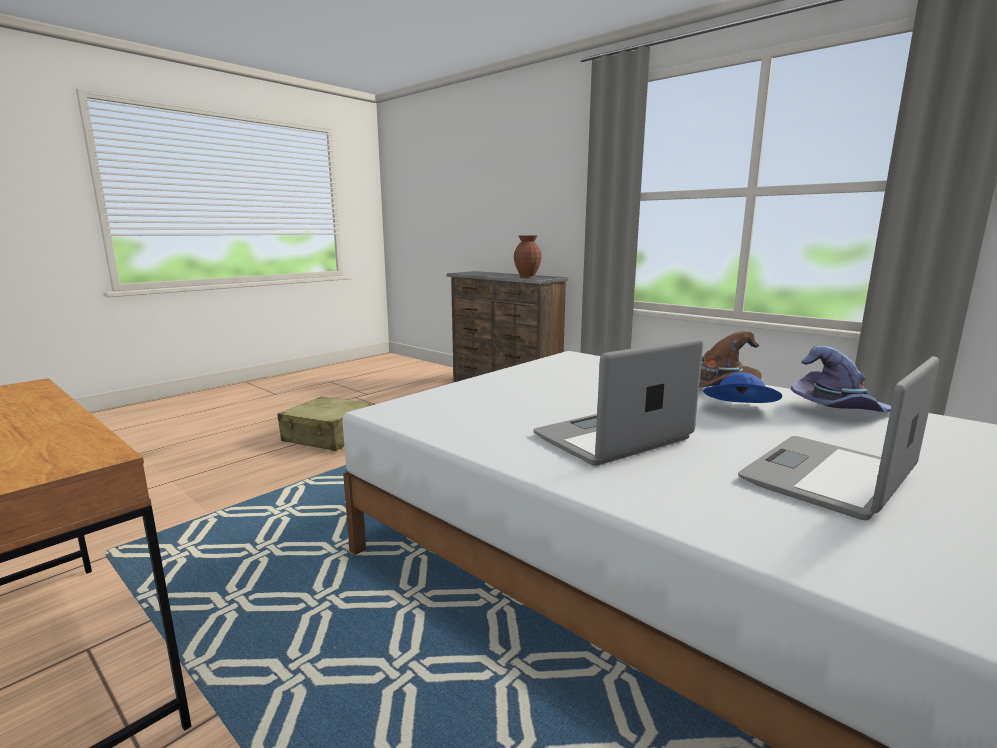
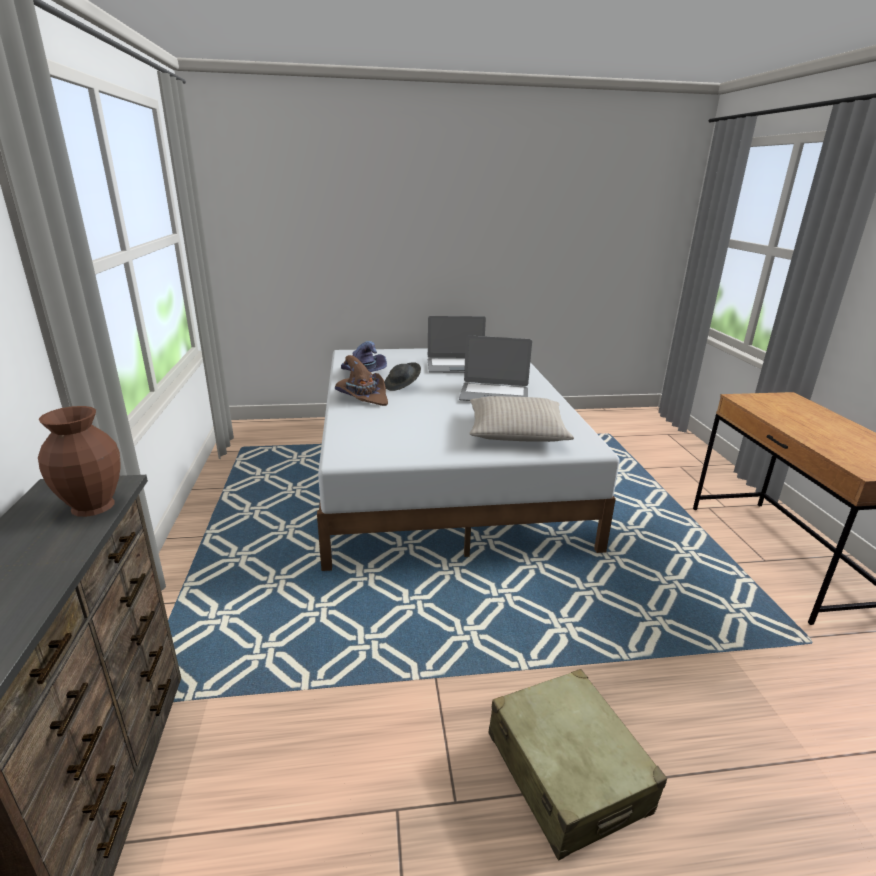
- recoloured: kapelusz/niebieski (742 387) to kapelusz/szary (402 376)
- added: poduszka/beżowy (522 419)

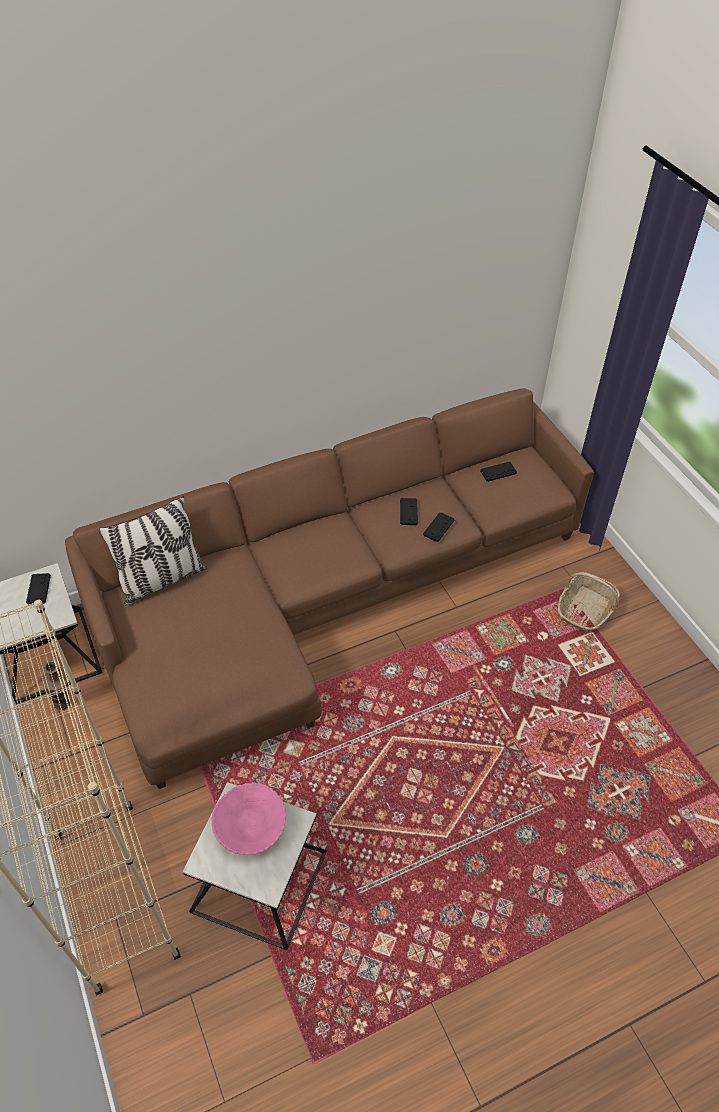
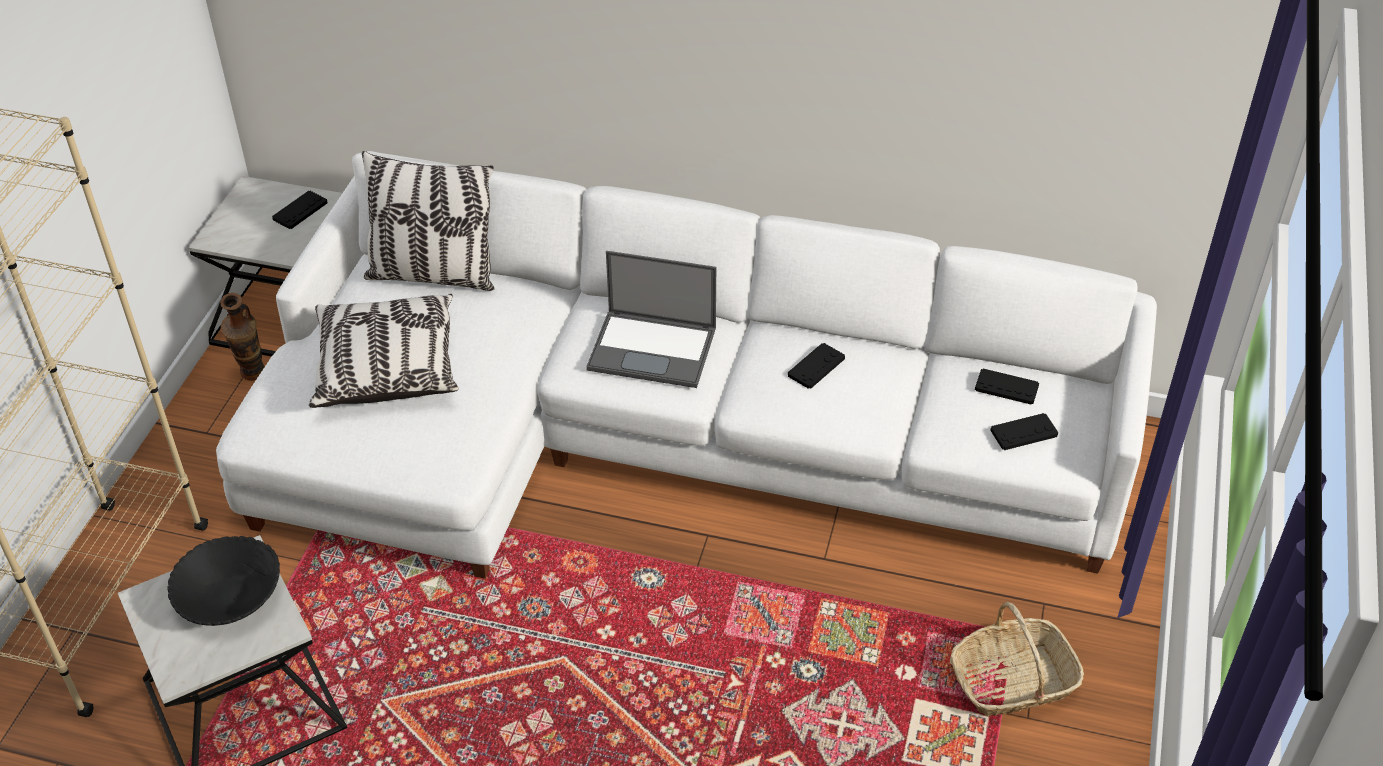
- recoloured: kanapa/brązowy (329 588) to kanapa/biały (686 365)
- moved: pad do gier/czarny (438 527) to (1024 431)
- recoloured: miska/różowy (248 818) to miska/czarny (223 581)
- added: laptop (651 319)
- added: poduszka (383 351)

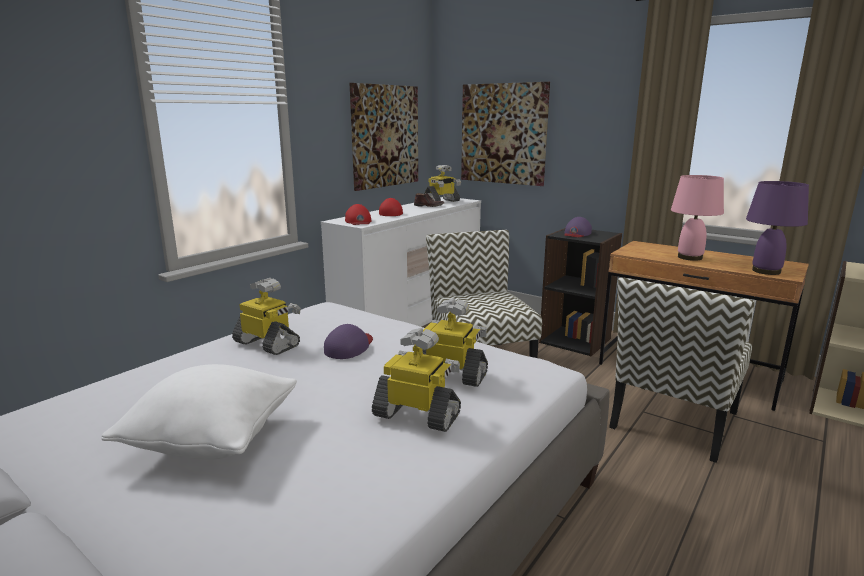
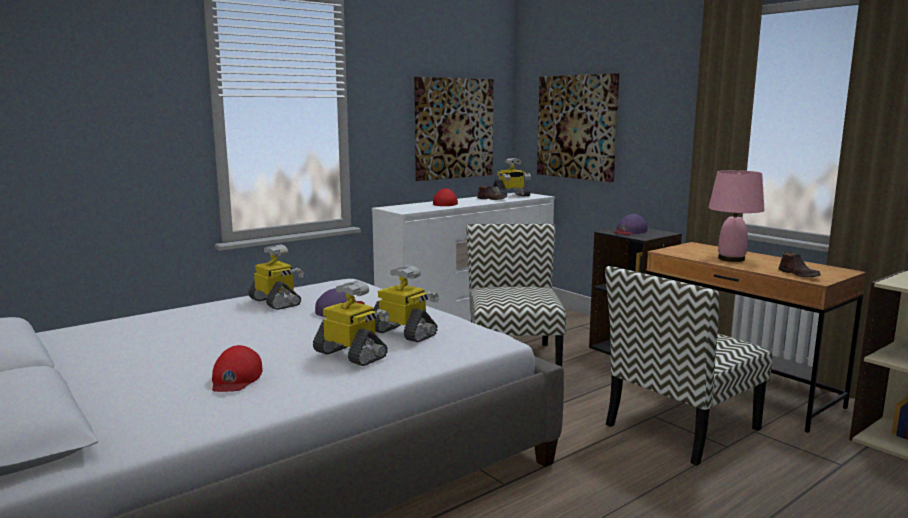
- replaced: lampa stołowa/fioletowy (777 228) to but/brązowy (800 264)
- moved: czapka z daszkiem/czerwony (358 214) to (237 368)
- removed: poduszka/biały (199 412)

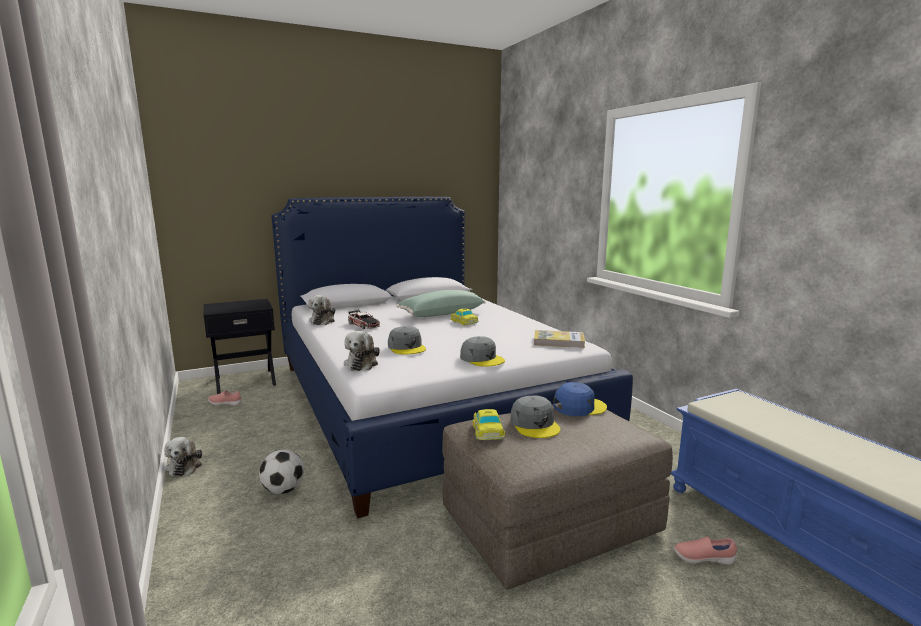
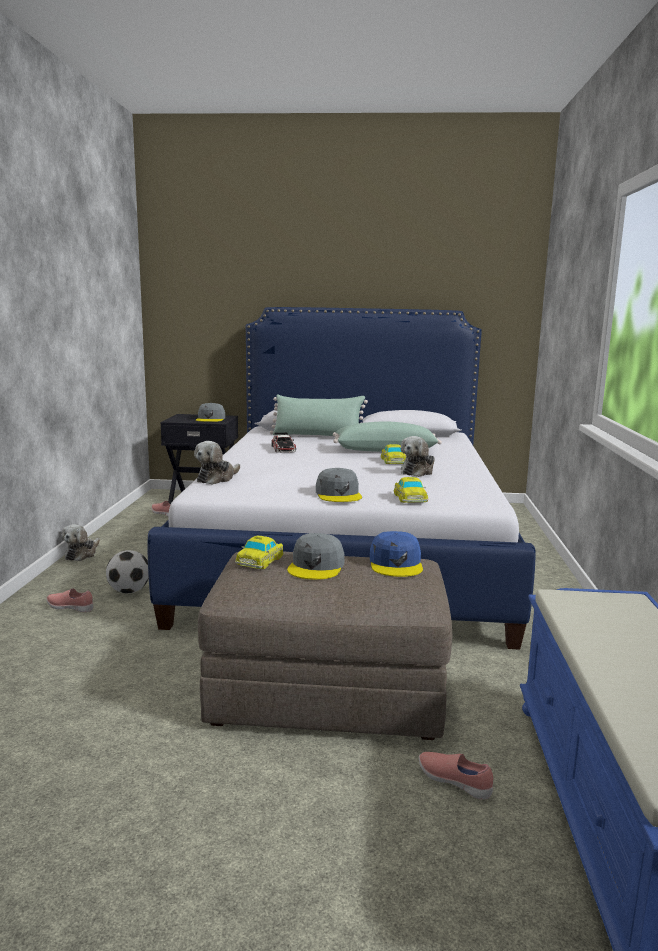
- moved: pluszak (321 310) to (418 456)
- moved: czapka z daszkiem/szary (407 340) to (210 412)
- removed: książka (559 339)
- turned: czapka z daszkiem/niebieski (580 399) = (396 554) 75 degrees clockwise
- added: poduszka/zielony (319 415)
- added: samochodzik (410 490)
- added: but/różowy (70 600)

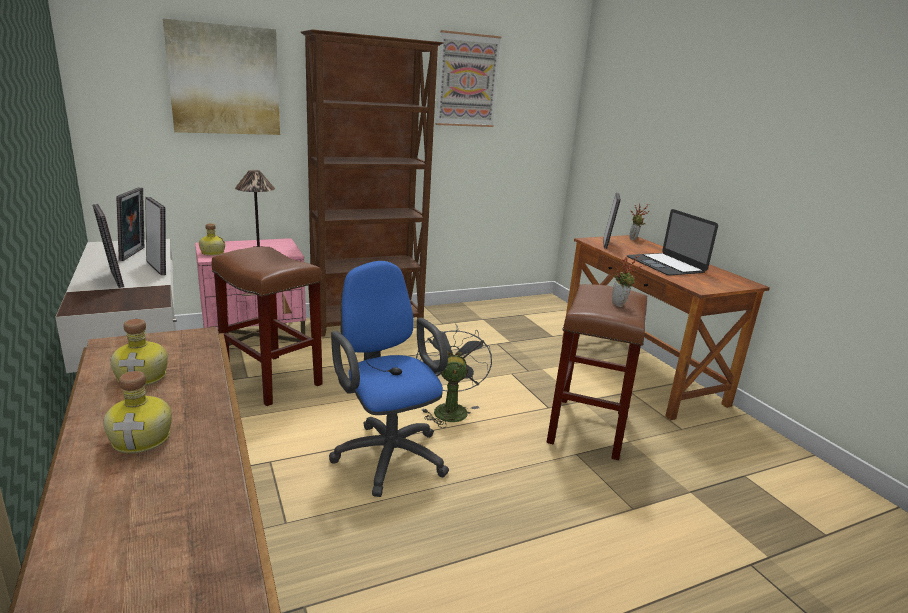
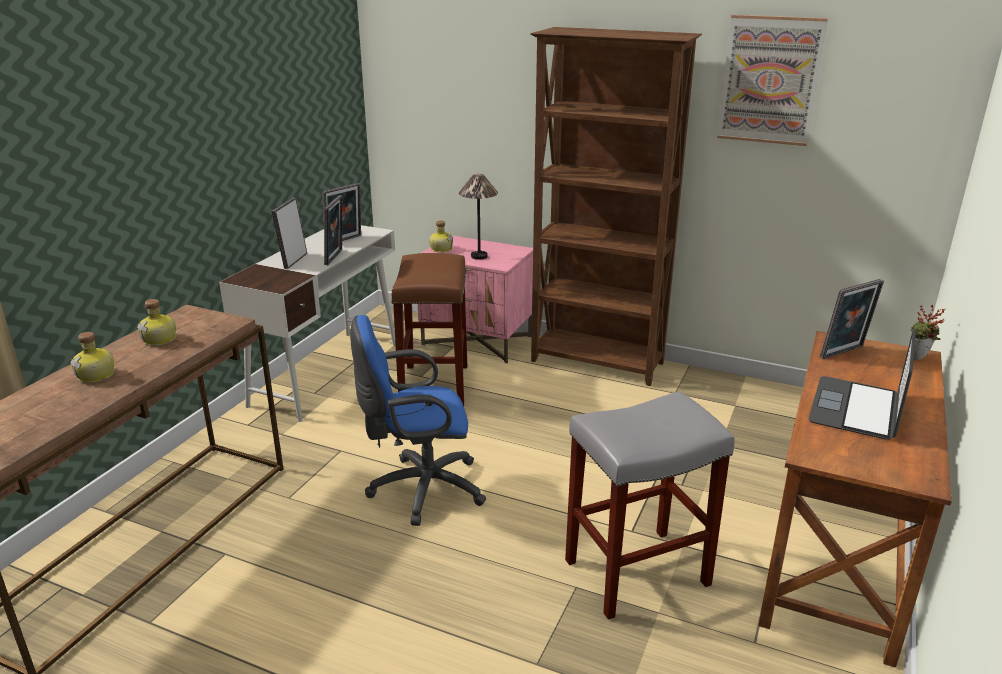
- removed: obraz (221 76)
- removed: roślina doniczkowa (626 281)
- turned: krzesło biurowe/niebieski (389 379) = (418 420) 120 degrees counterclockwise
- recoloured: stołek/brązowy (596 372) to stołek/szary (650 505)
- removed: wentylator/szary (454 375)

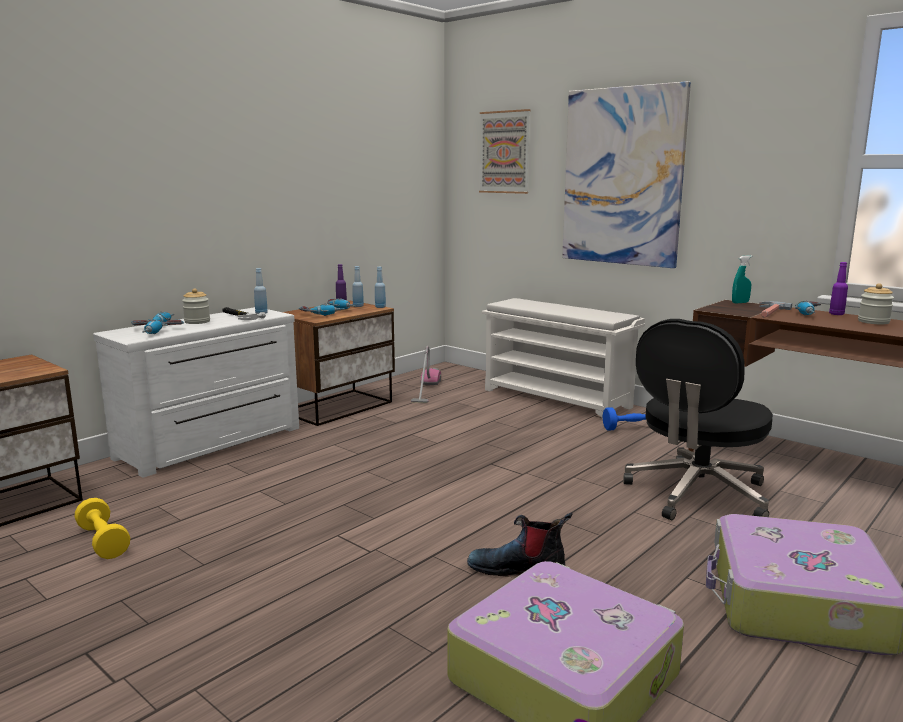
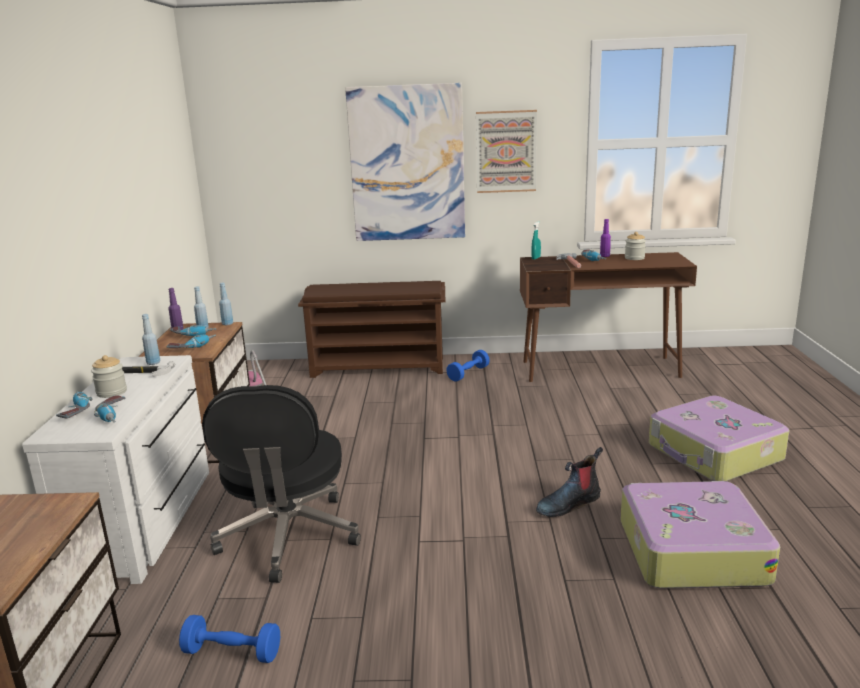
- moved: obraz (505 151) to (506 151)
- recoloured: regał na buty/biały (563 359) to regał na buty/brązowy (371 329)
- moved: krzesło biurowe/czarny (698 419) to (281 484)
- recoloured: hantel/żółty (102 528) to hantel/niebieski (229 639)

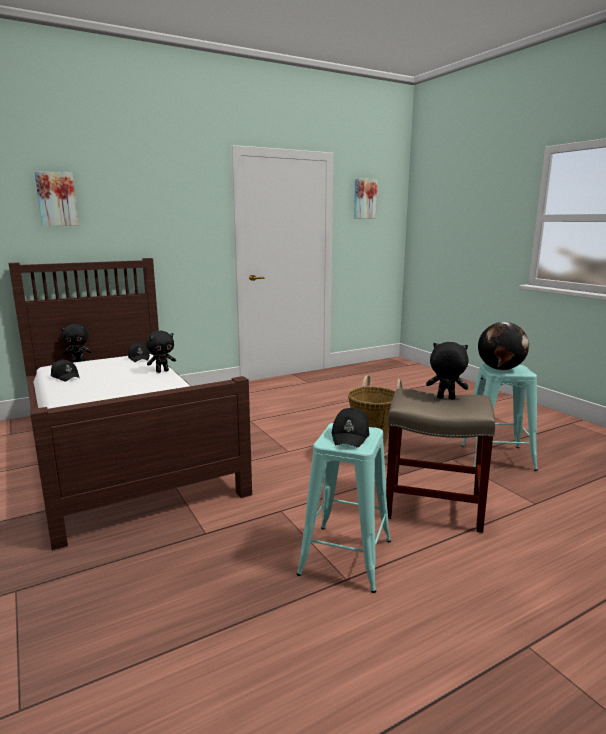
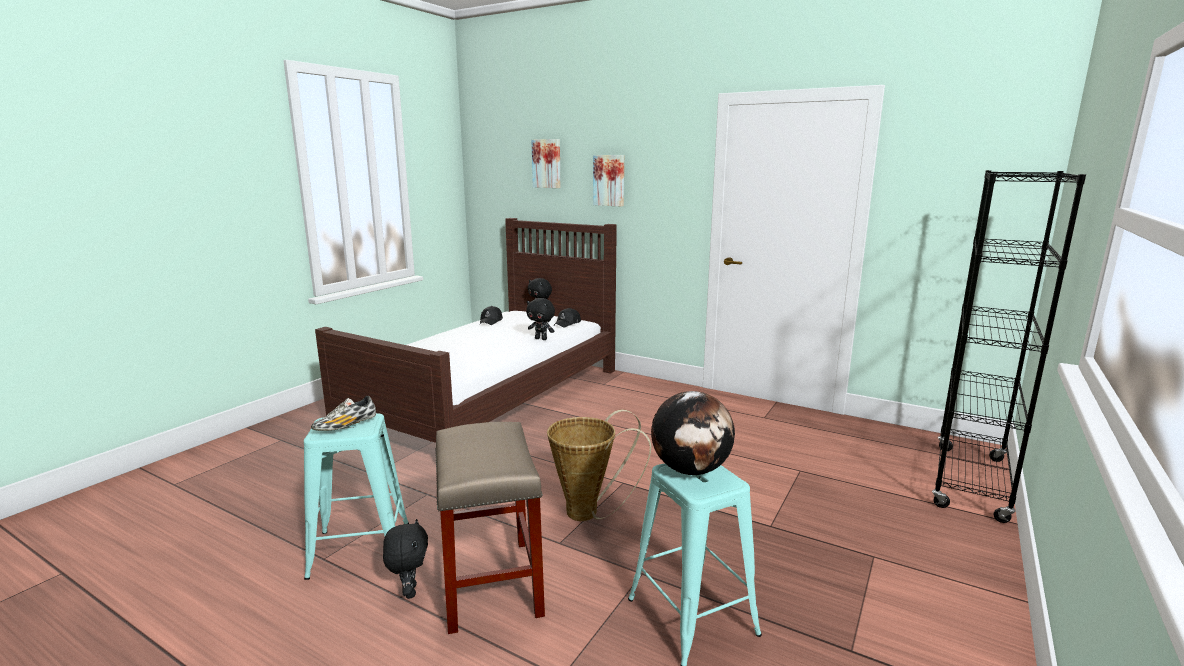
- moved: obraz (366 198) to (608 181)
- moved: pluszak/czarny (447 371) to (405 559)
- replaced: czapka z daszkiem/czarny (350 428) to but (343 413)
- added: regał/czarny (1009 346)

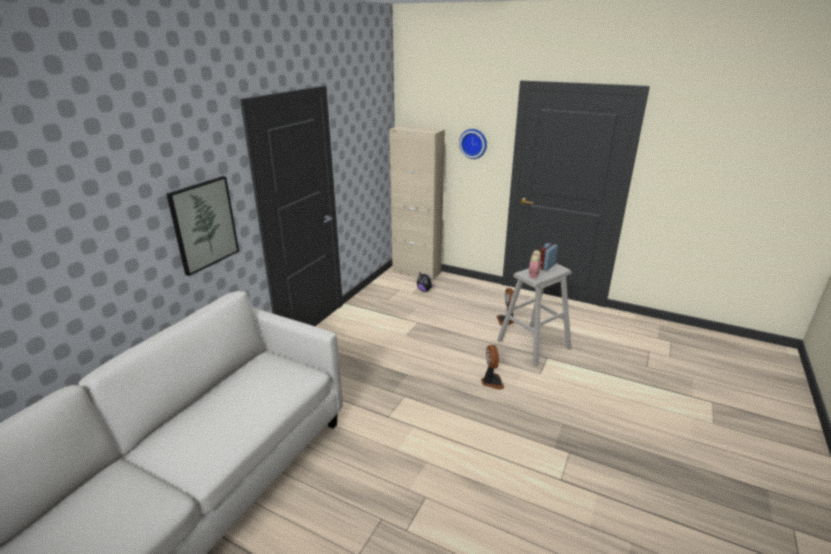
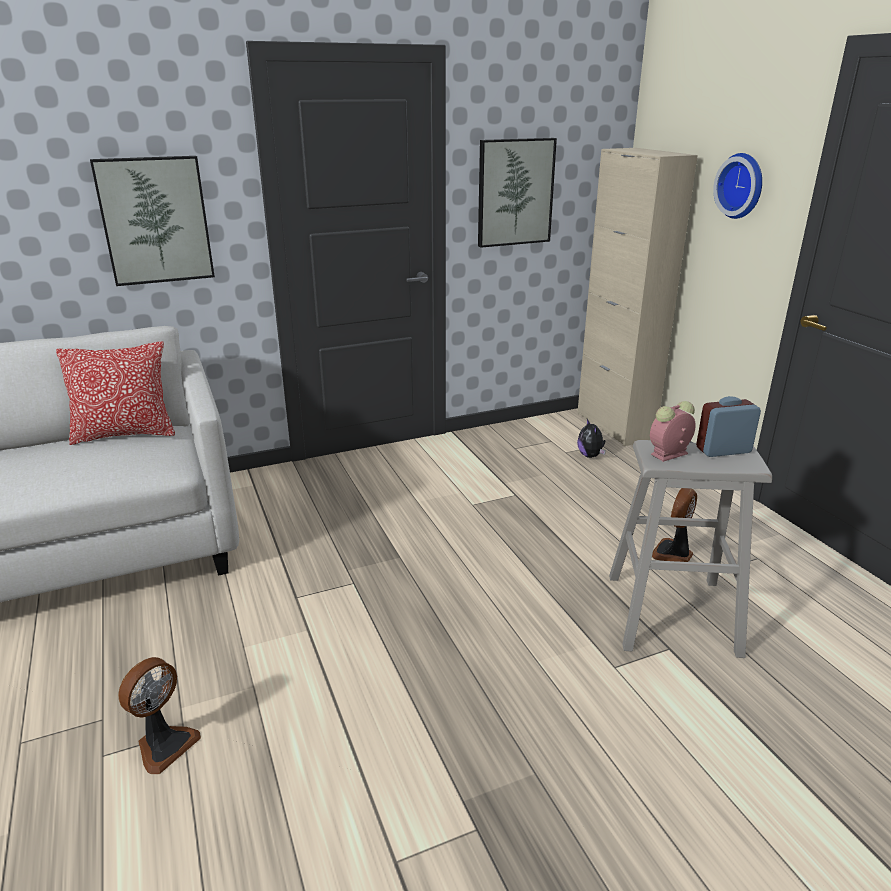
- moved: wentylator (493 367) to (159 715)
- added: obraz (517 193)
- added: poduszka (115 393)

